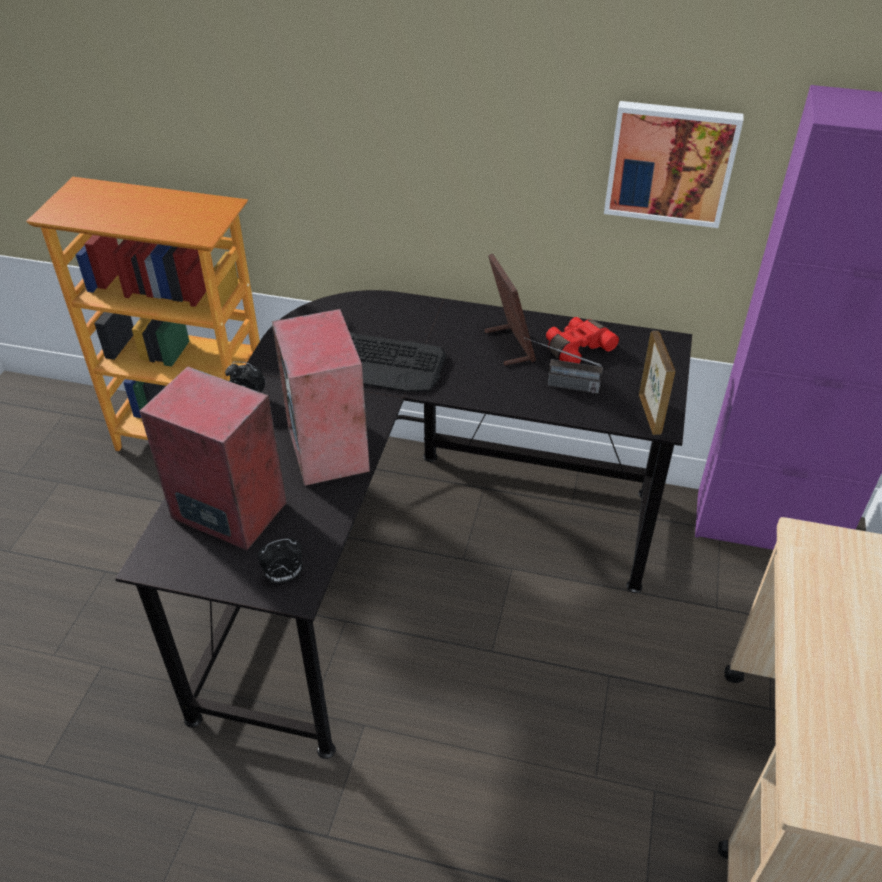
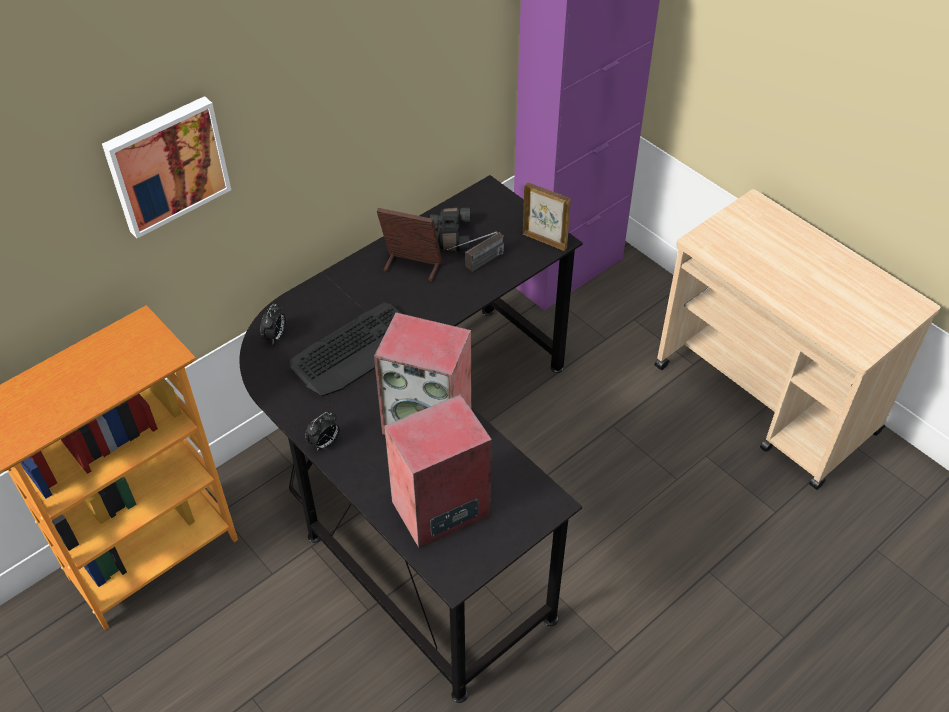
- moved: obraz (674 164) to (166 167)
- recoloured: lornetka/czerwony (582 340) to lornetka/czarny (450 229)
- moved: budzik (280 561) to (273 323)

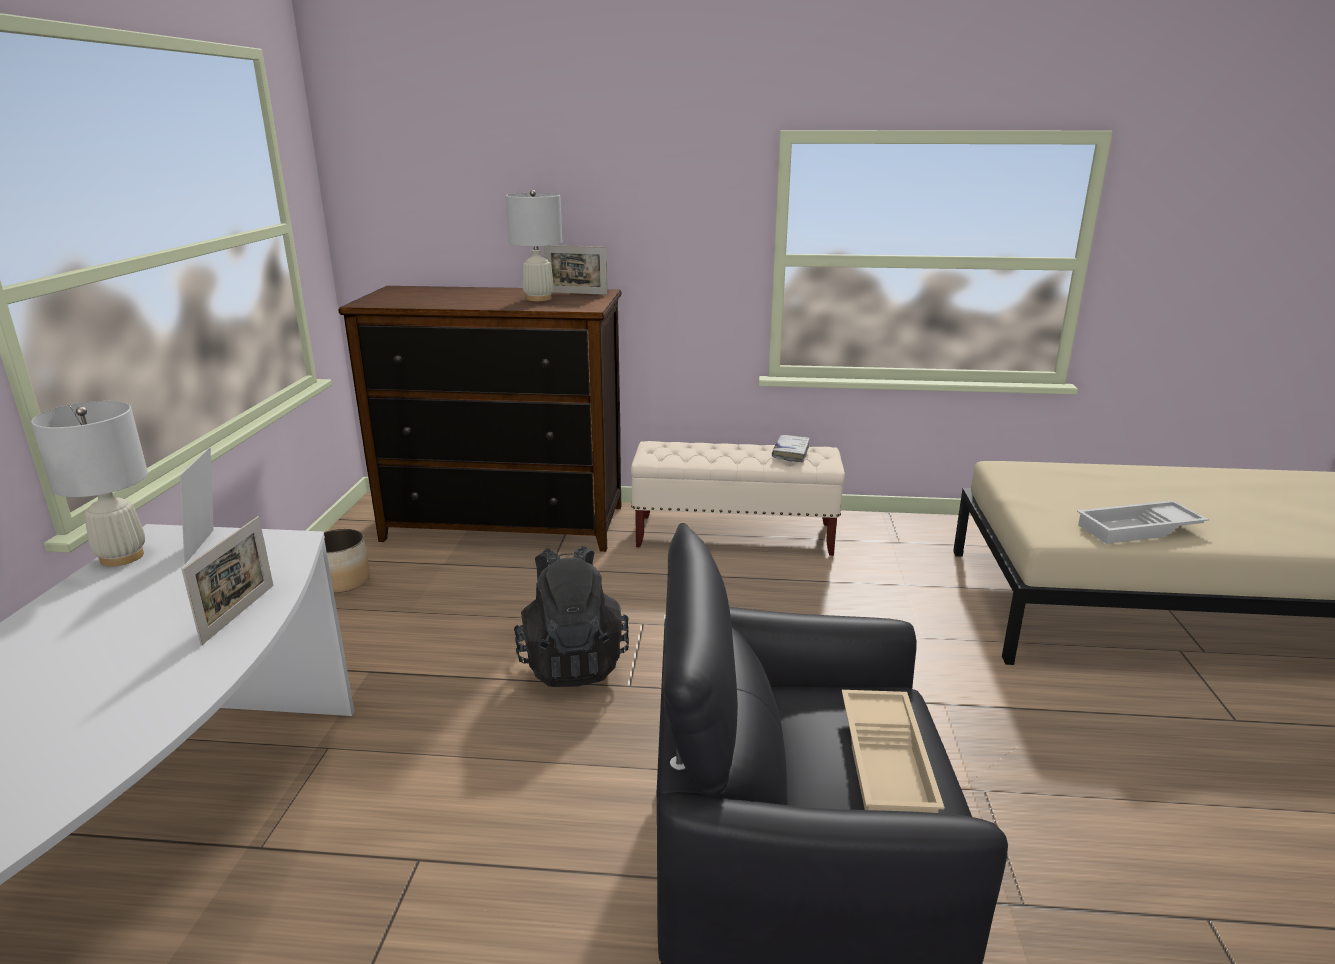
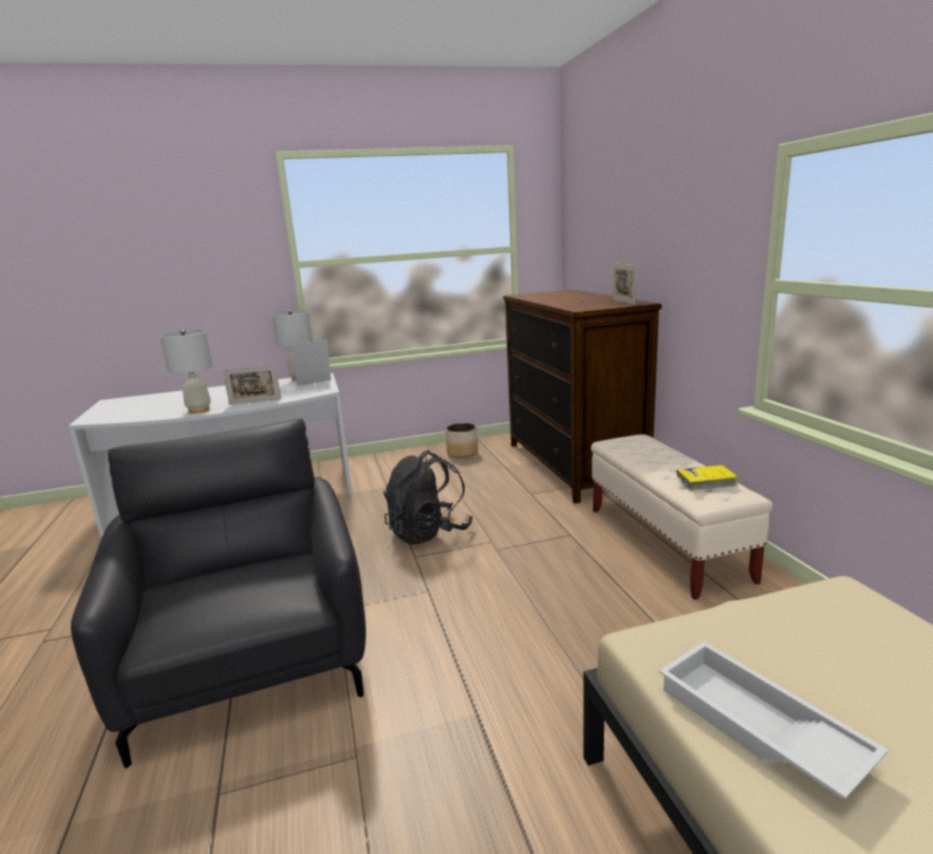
- moved: lampa stołowa/biały (533 245) to (186 372)
- recoloured: książka/biały (791 448) to książka/żółty (707 478)
- removed: taca/beżowy (893 751)

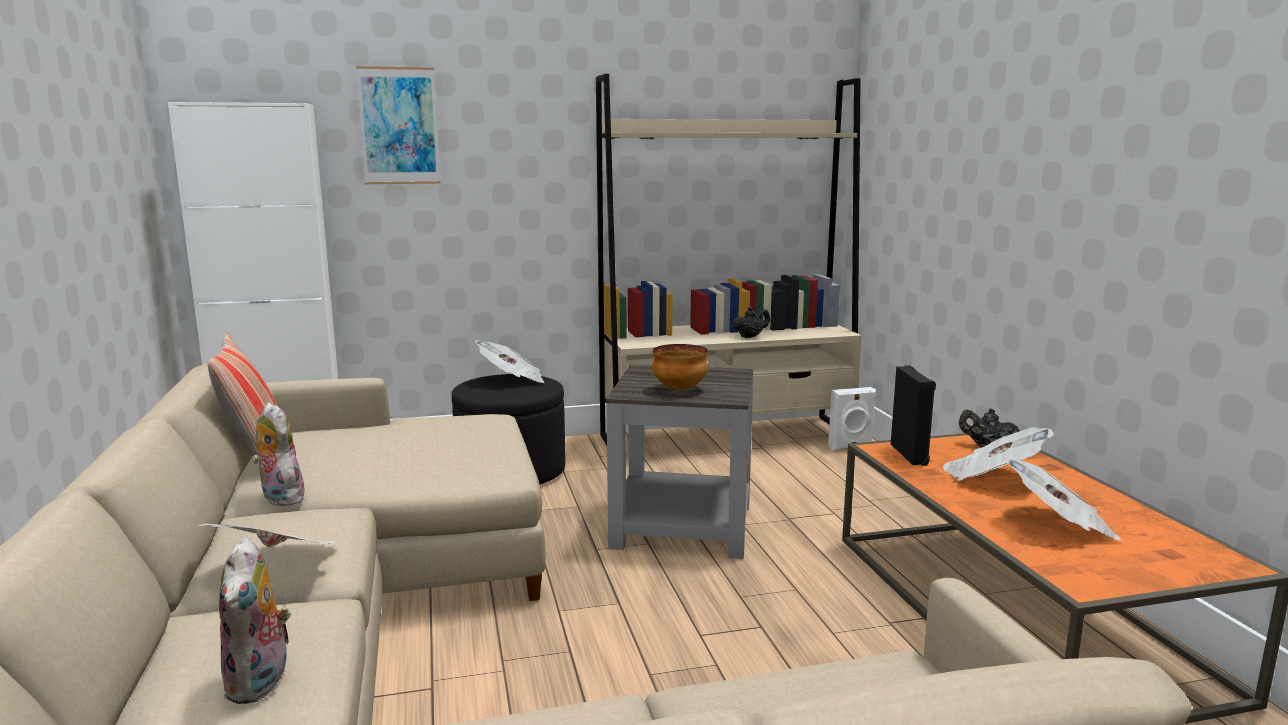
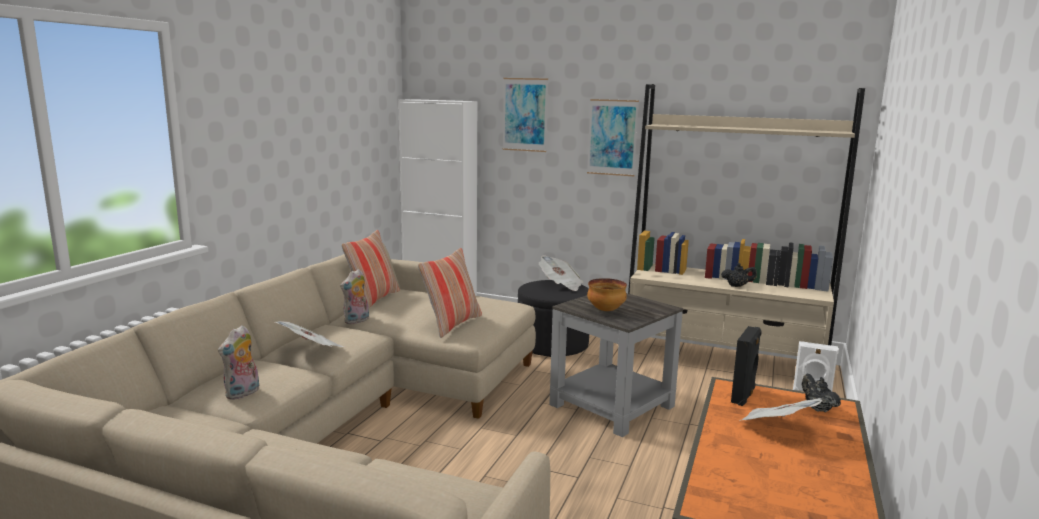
- turned: pluszak (278 454) = (354 296) 135 degrees counterclockwise
- removed: gazeta (1063 499)
- added: obraz (613 137)
- added: poduszka (450 293)

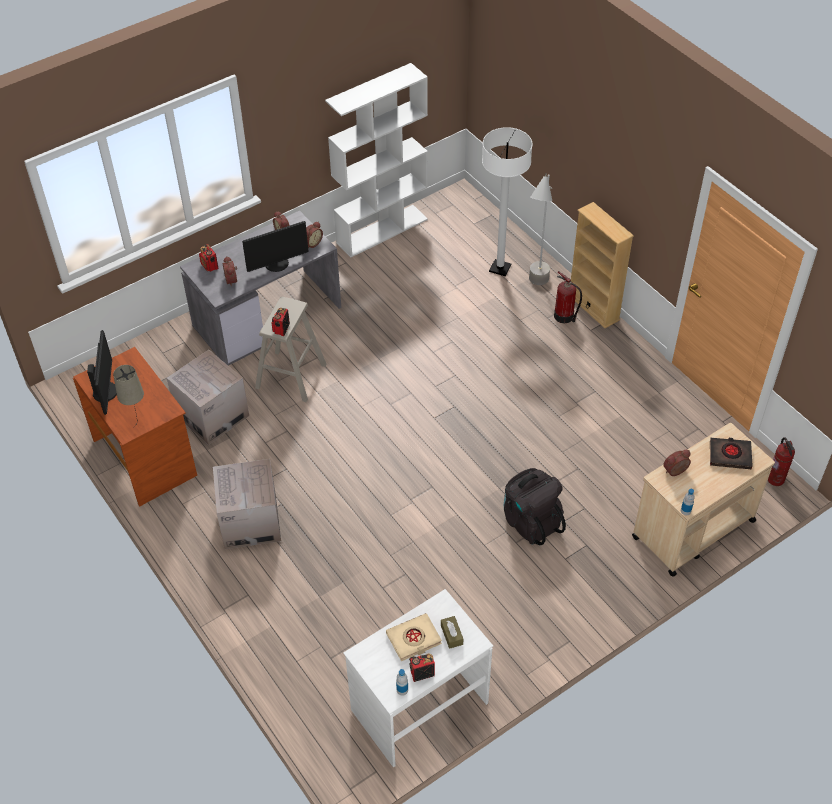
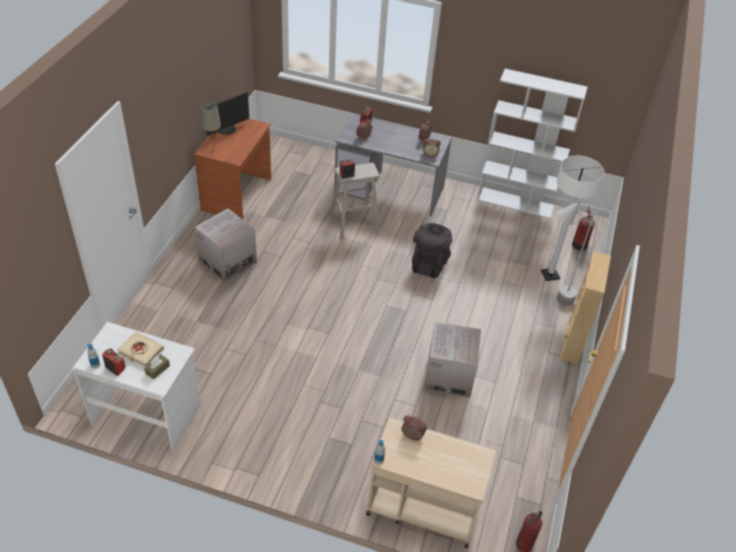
- removed: monitor (275 246)
- moved: gaśnica (568 297) to (583 229)
- moved: karton (208 397) to (452 359)
- removed: książka/czarny (731 453)
- moved: plecak/czarny (535 506) to (432 250)

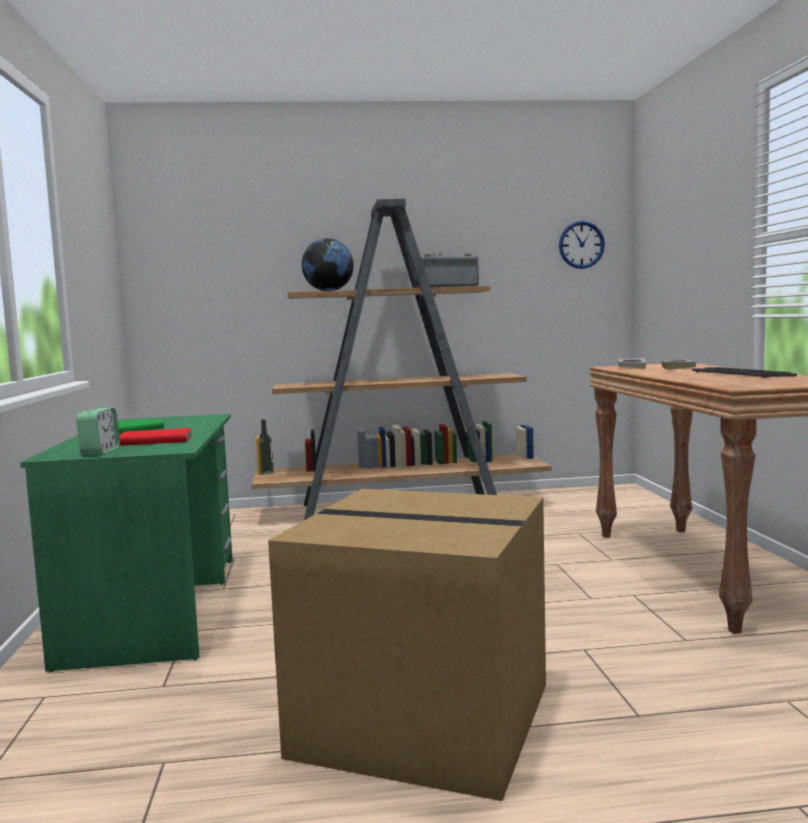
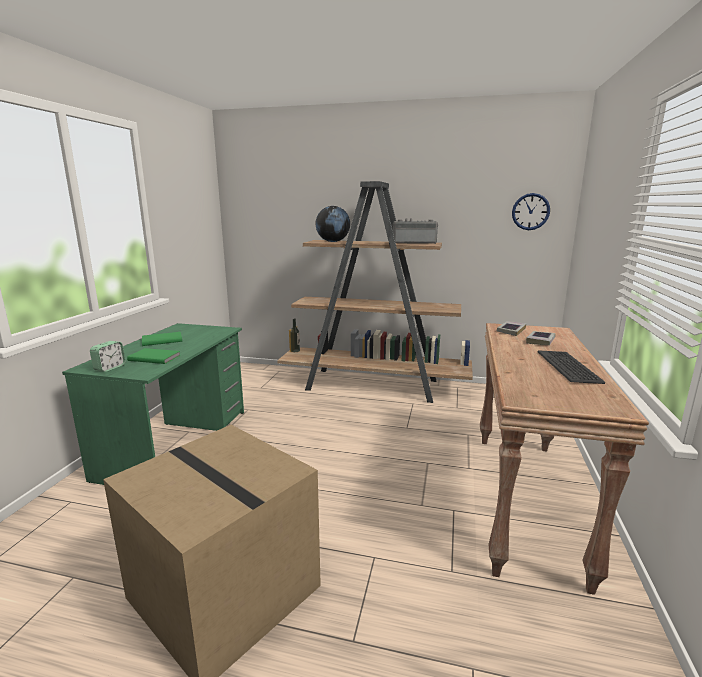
- recoloured: książka/czerwony (156 437) to książka/zielony (154 356)

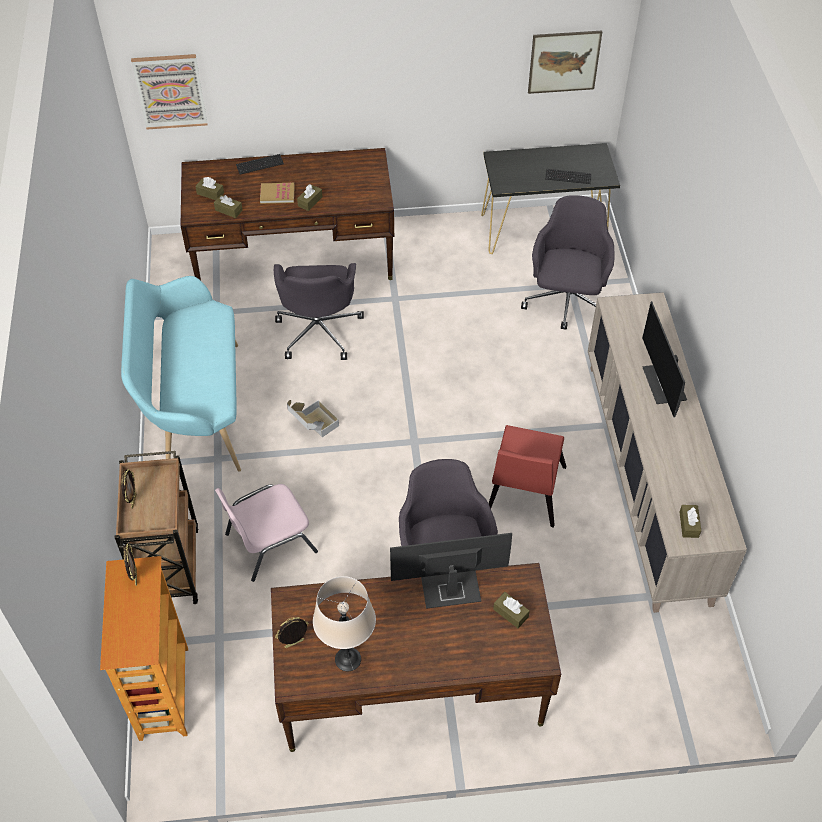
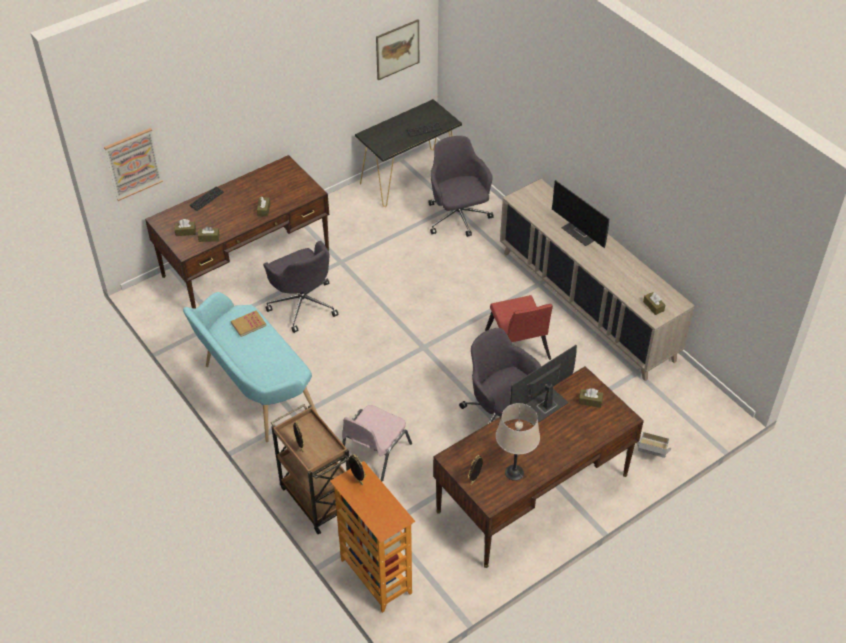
- moved: książka (277 193) to (248 323)
- moved: karton (313 418) to (654 445)

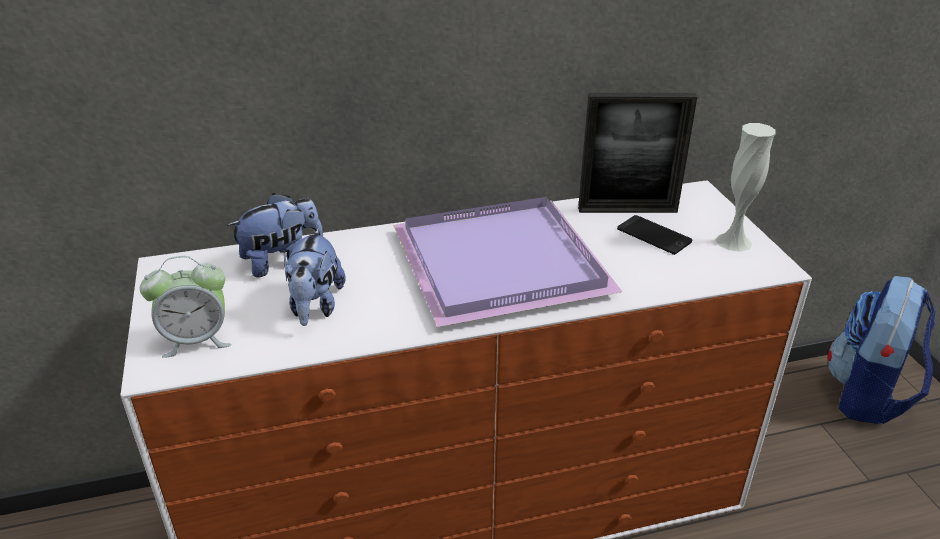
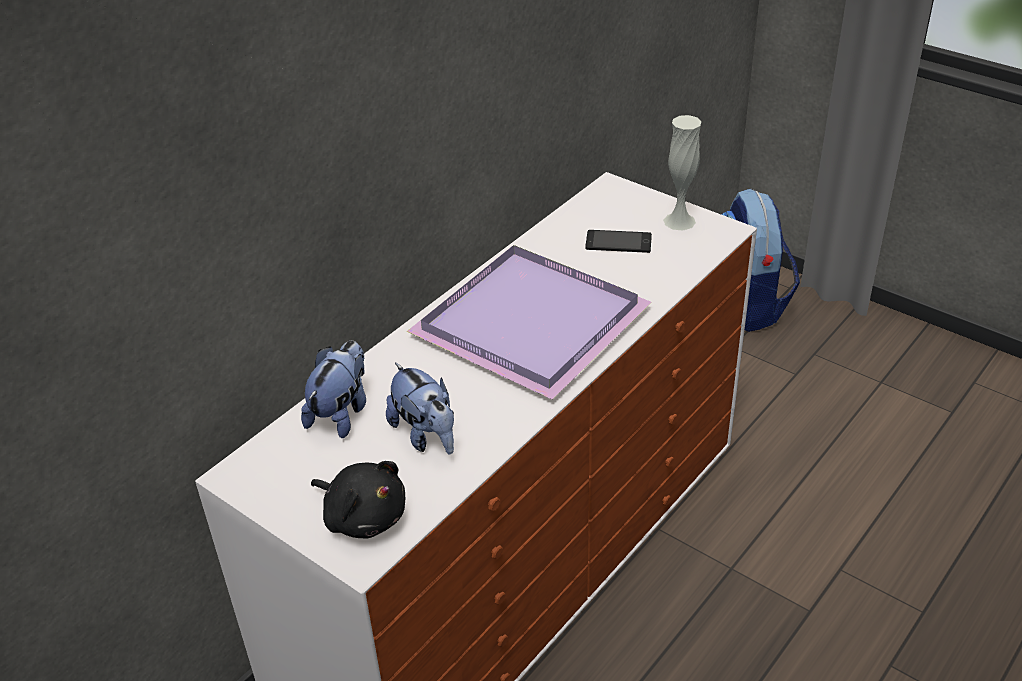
- removed: ramka na zdjęcie (637 153)
- replaced: budzik (186 307) to pluszak/czarny (358 500)

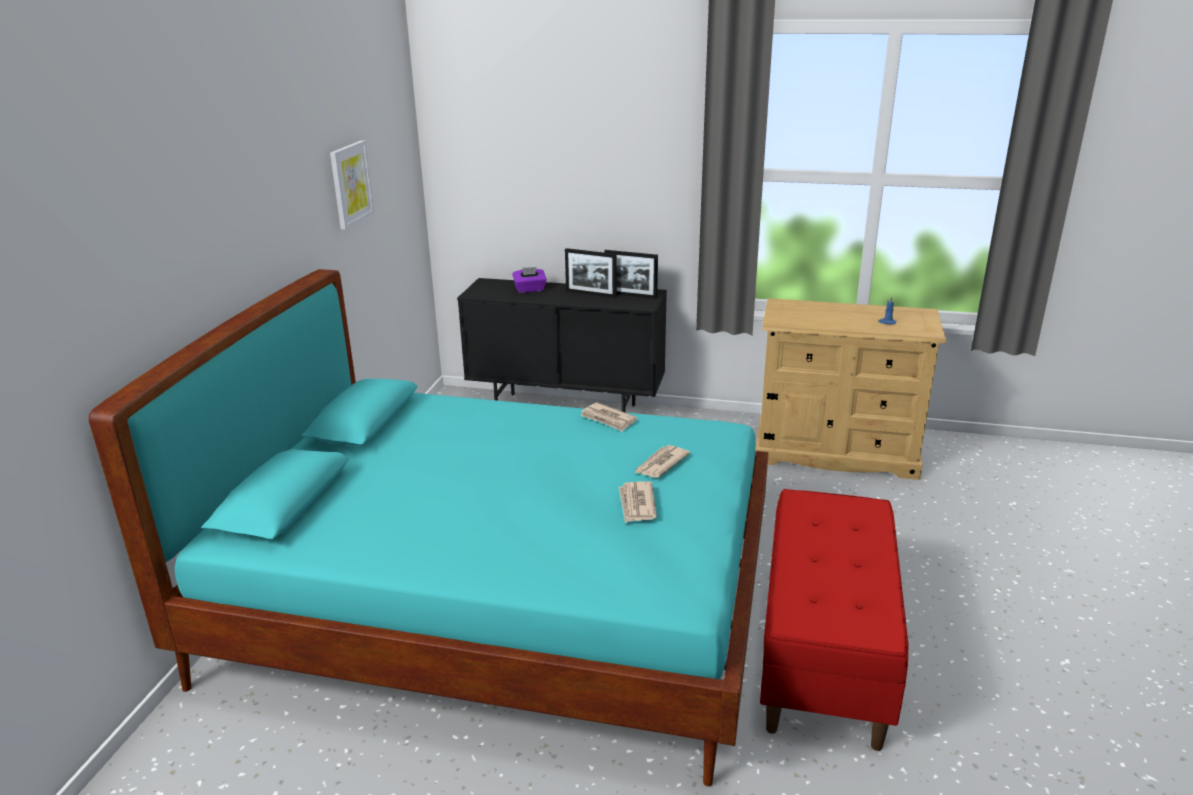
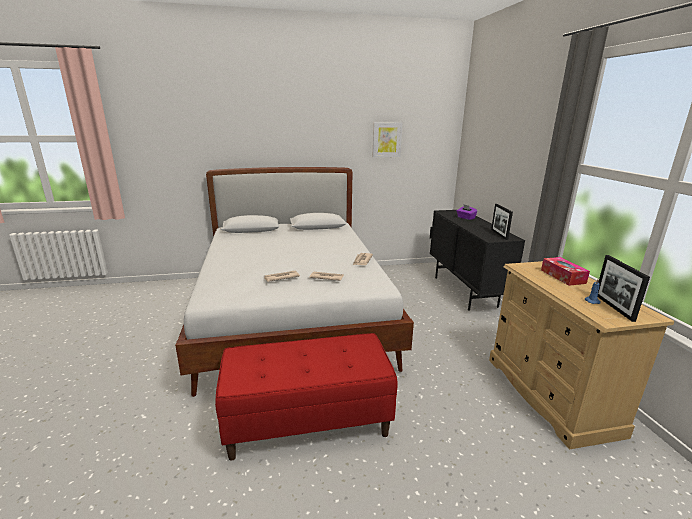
- moved: ramka na zdjęcie (591 273) to (624 288)
- recoloured: łóżko/turkusowy (429 527) to łóżko/biały (294 282)
- added: pudełko chusteczek (565 271)

